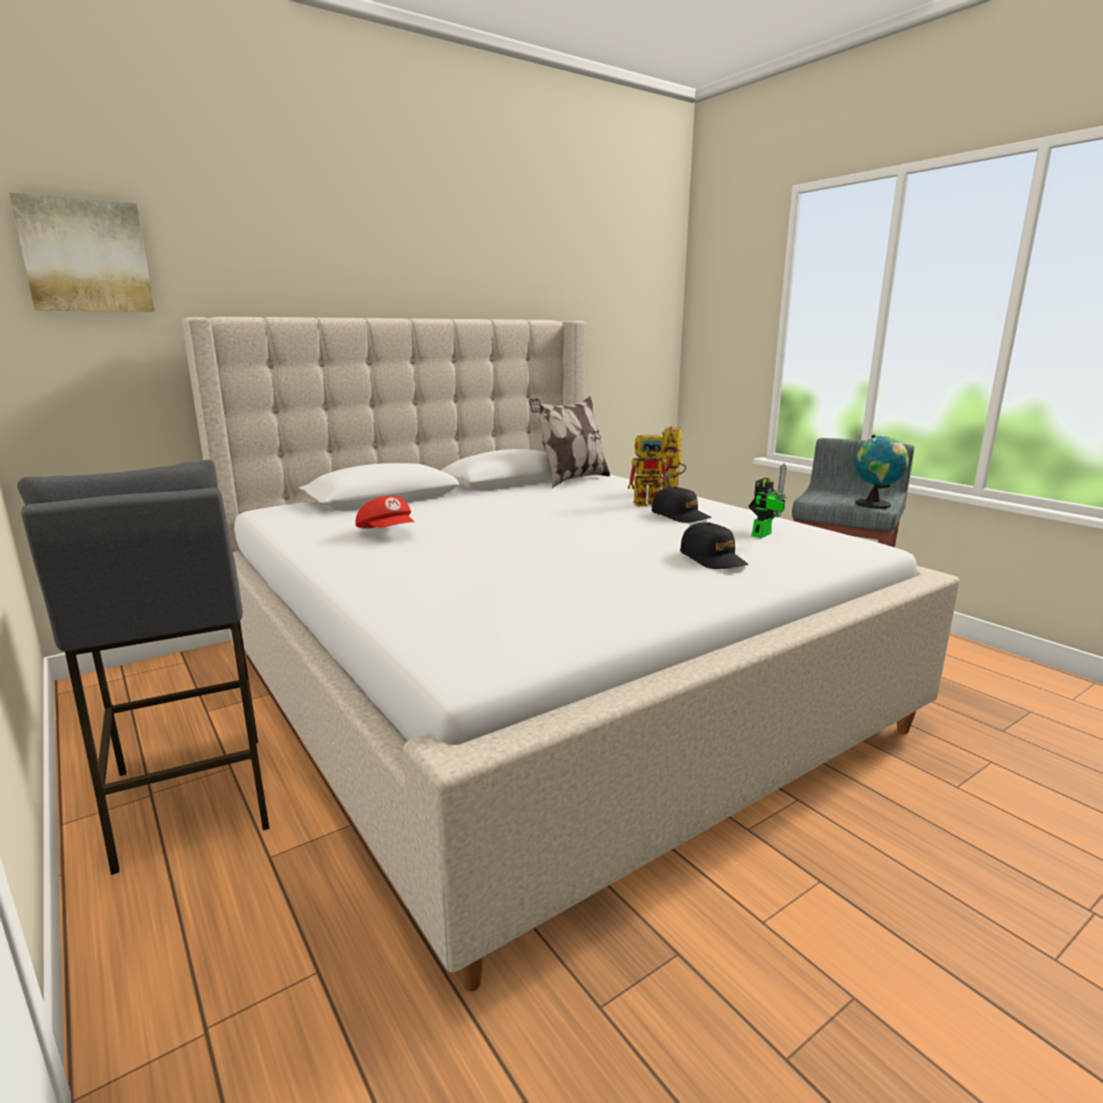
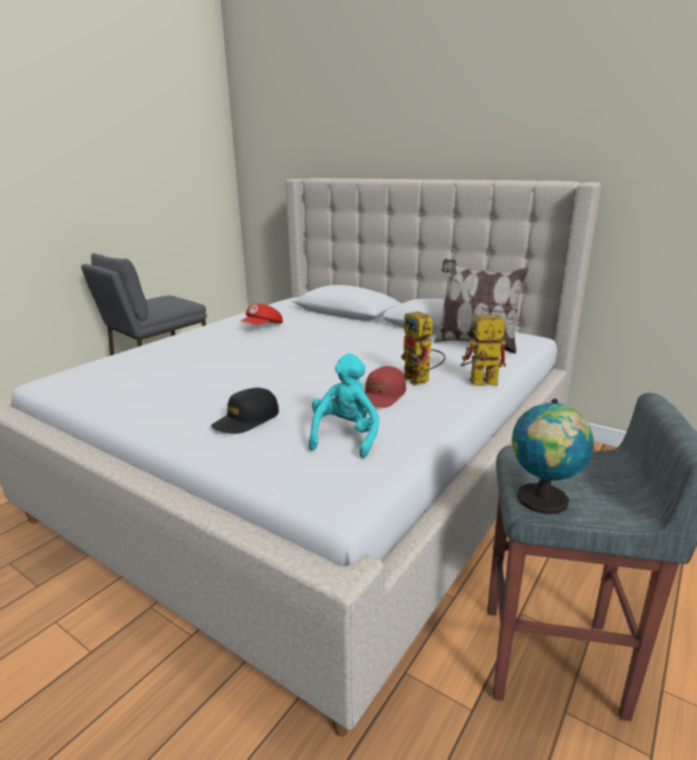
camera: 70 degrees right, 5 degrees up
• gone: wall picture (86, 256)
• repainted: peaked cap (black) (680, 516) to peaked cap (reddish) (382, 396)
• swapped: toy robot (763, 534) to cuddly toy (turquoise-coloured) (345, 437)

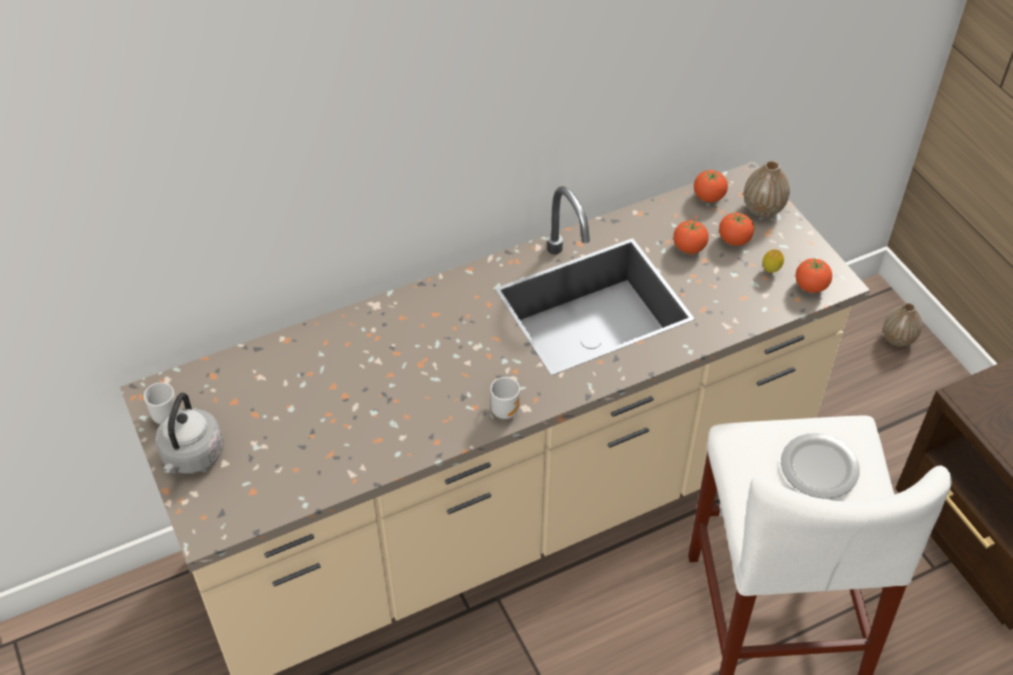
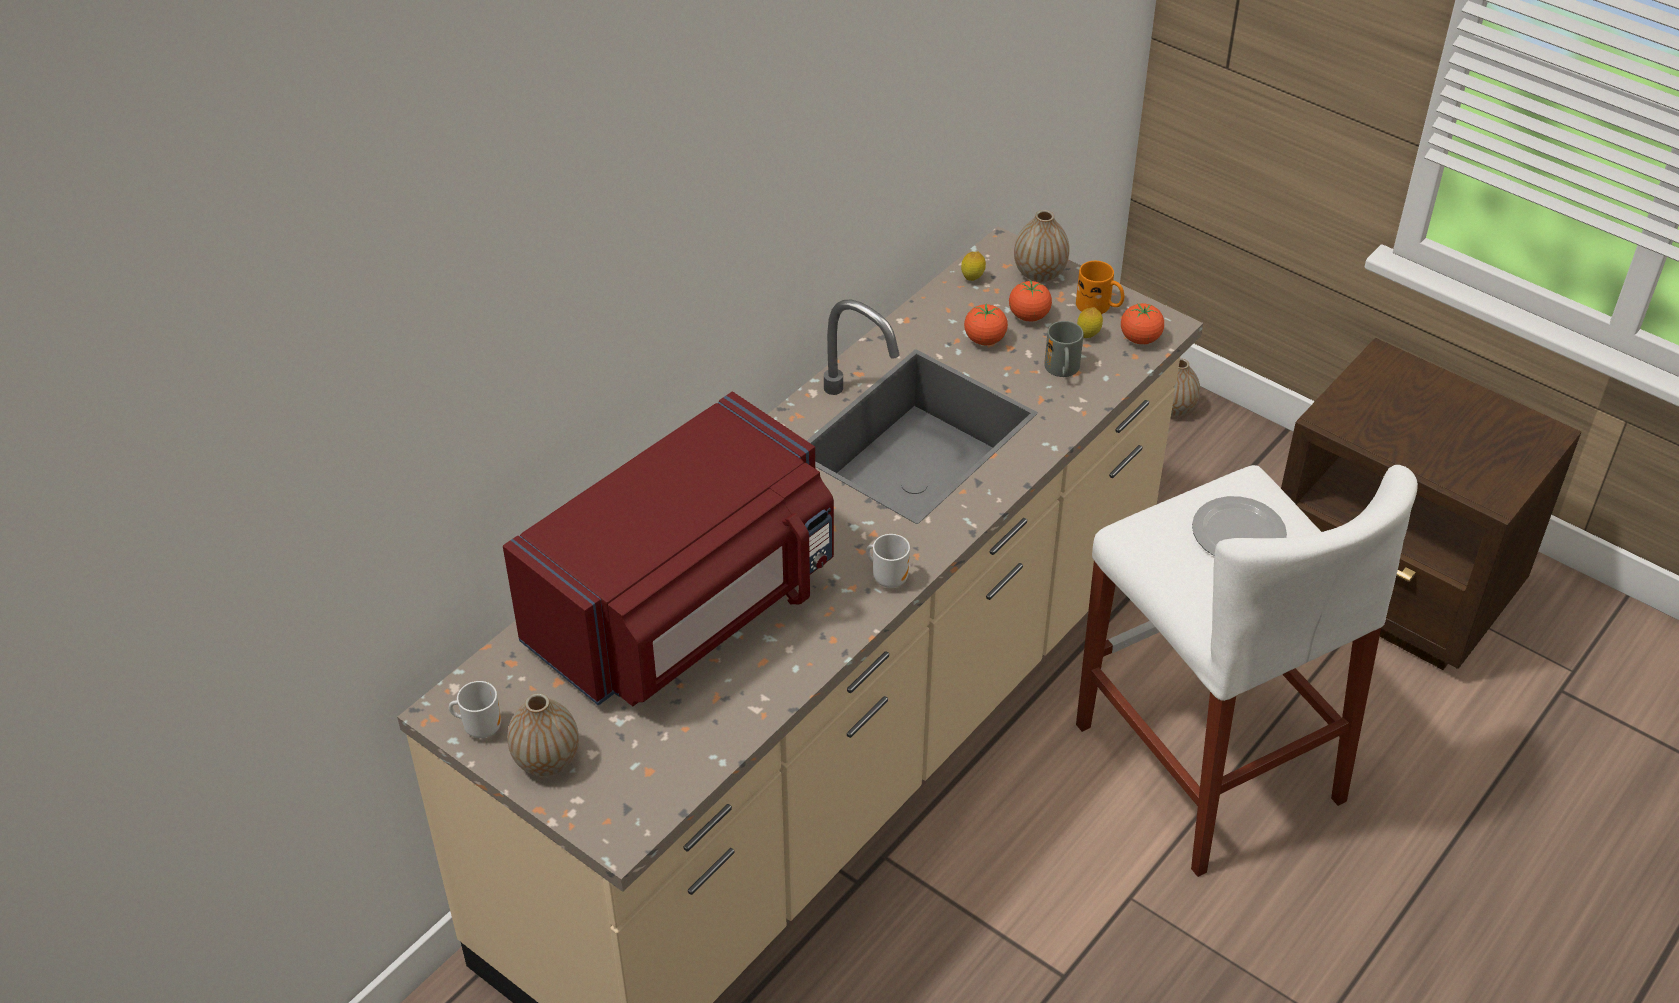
camera: 25 degrees left, 5 degrees down
• swapped: tea kettle (grey) (192, 456) to vase (547, 760)
• swapped: tomato (708, 197) to lemon (972, 279)
• new: kitchen microwave (reddish) (687, 610)
• new: coffee mug (grey) (1063, 370)
• new: coffee mug (orangey) (1099, 306)

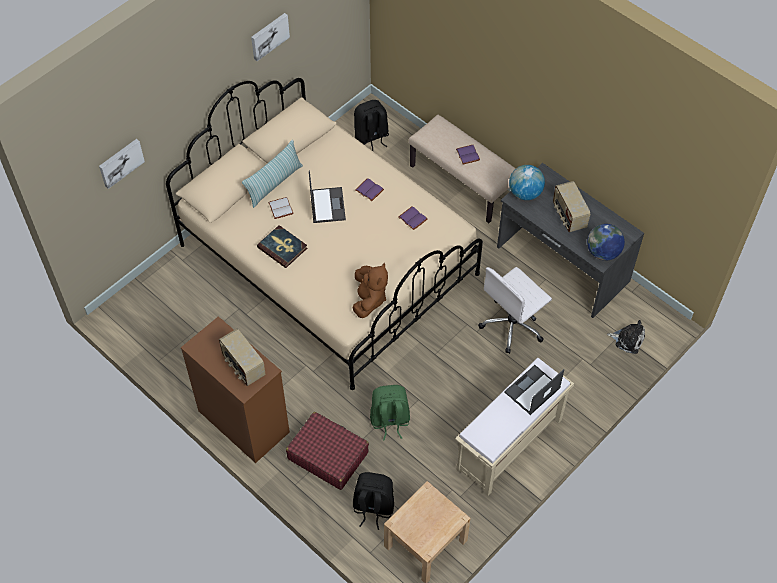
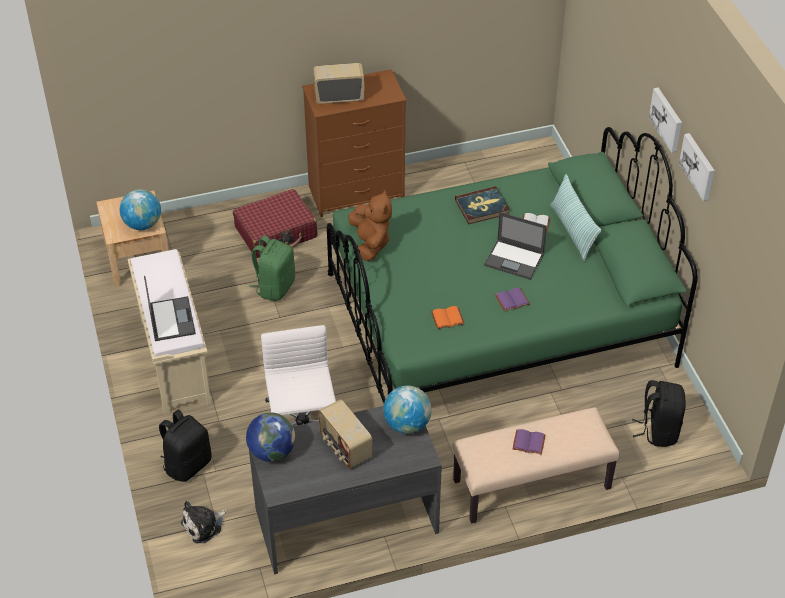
camera: 120 degrees right, 10 degrees down
• shifted: wall picture (120, 162) to (667, 119)
• repainted: sleeping bed (beige-coloured) (329, 259) to sleeping bed (green-coloured) (498, 320)
• rotated: cuddly toy (brown-coloured) (369, 299) = (370, 243) 135 degrees counterclockwise
• shifted: backpack (black) (373, 508) to (187, 464)
• repainted: book (purple) (413, 218) to book (orangey) (447, 319)
• rotated: radio set (568, 216) = (345, 447) 135 degrees counterclockwise
• new: desk globe (142, 224)

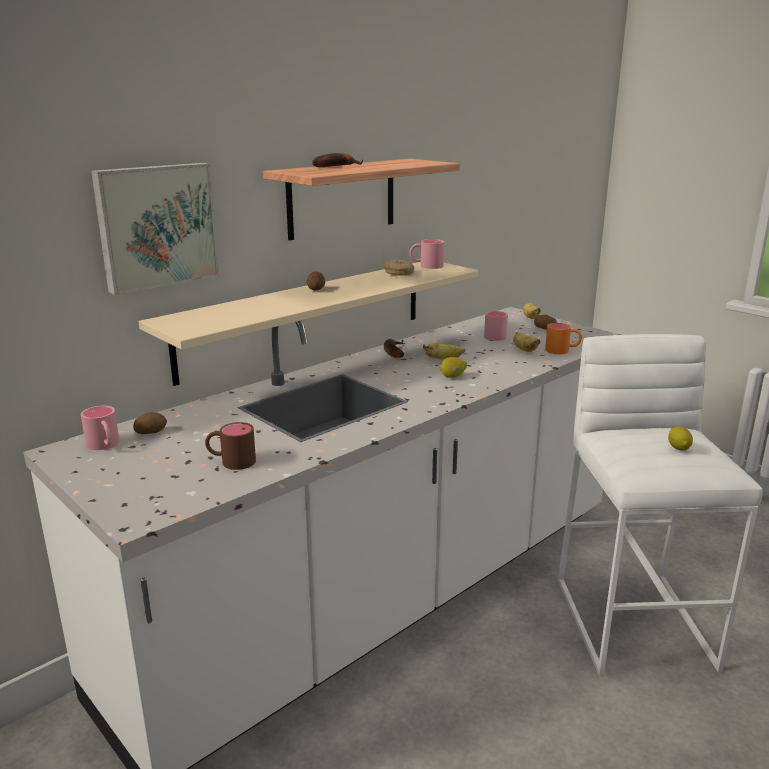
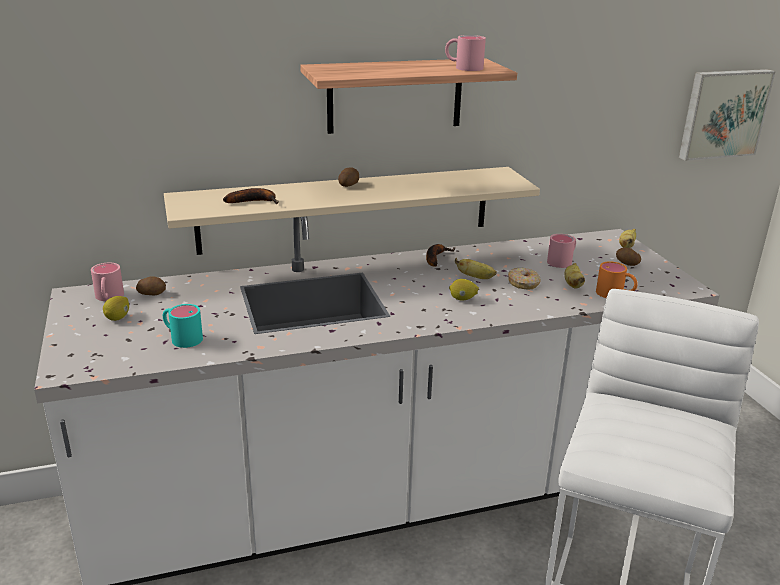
camera: 25 degrees right, 5 degrees up
• shifted: wall picture (156, 226) to (722, 113)
• repainted: coffee mug (brown-coloured) (231, 461) to coffee mug (turquoise-coloured) (181, 337)
• shifted: whole banana (335, 166) to (254, 201)
• shifted: doughnut (399, 273) to (524, 284)
• shifted: coffee mug (pink-coloured) (426, 266) to (463, 67)
• shifted: lemon (678, 448) to (118, 318)

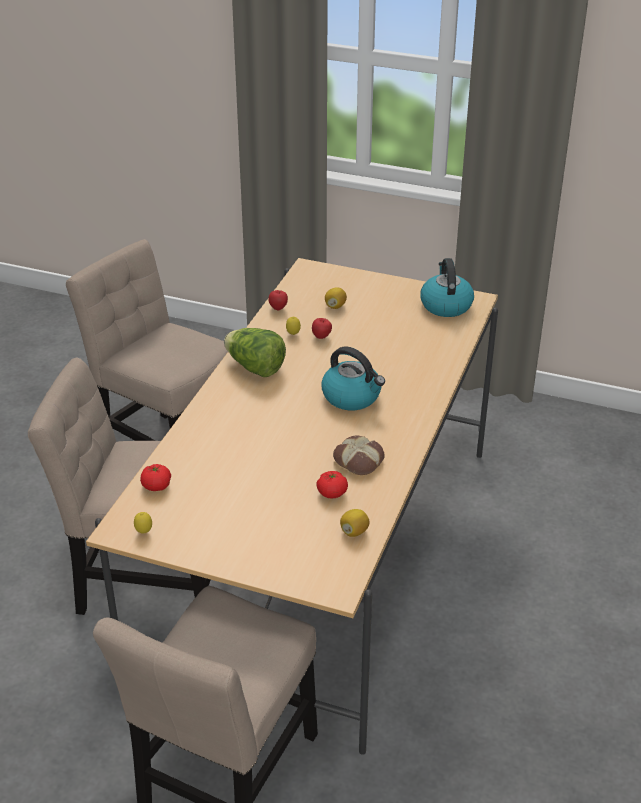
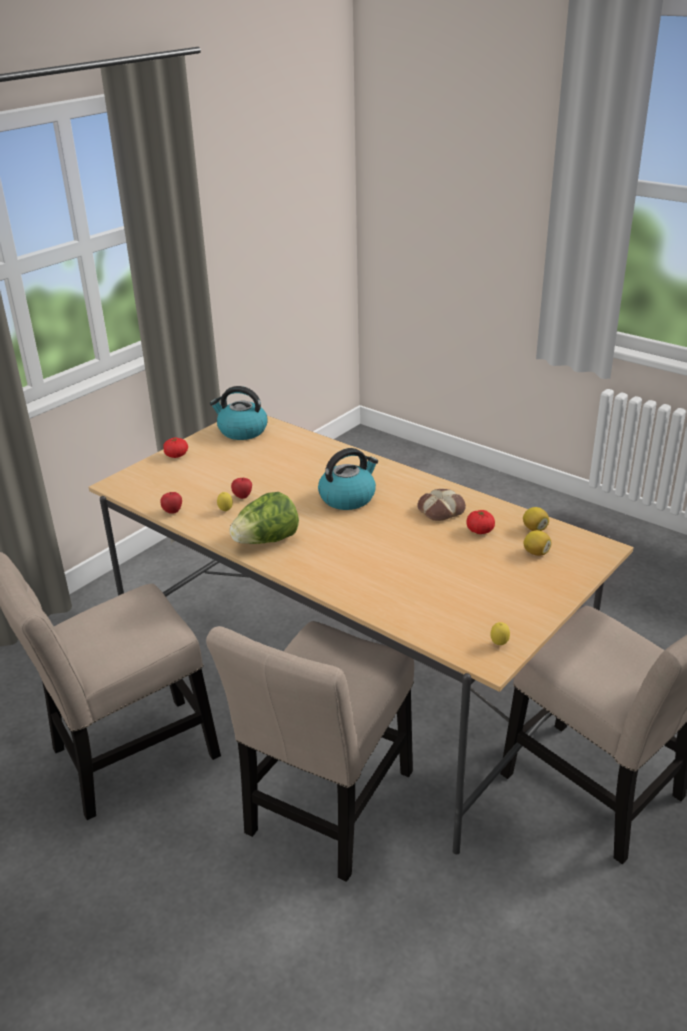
camera: 70 degrees left, 5 degrees down
• shifted: tomato (156, 486) to (176, 455)
• shifted: lemon (335, 306) to (536, 552)

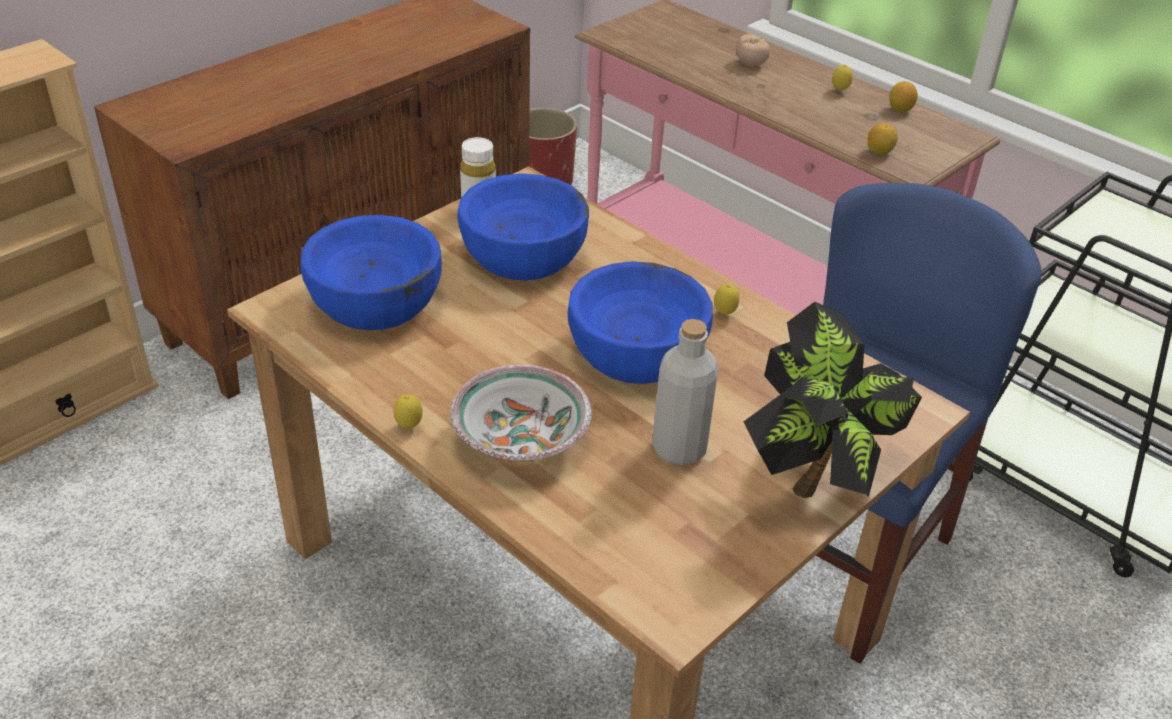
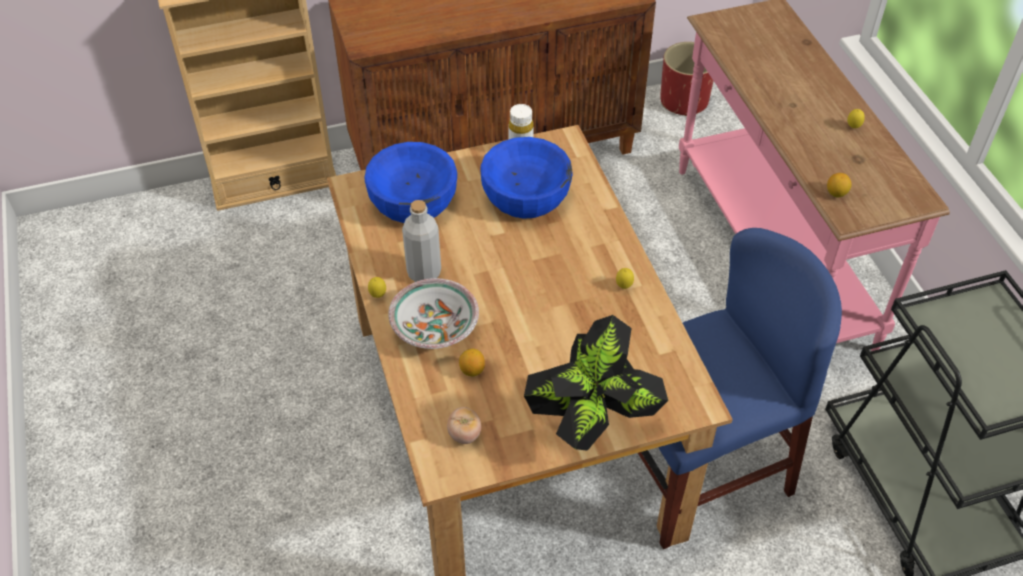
camera: 30 degrees right, 10 degrees up
• gone: deep dish (blue) (636, 350)
• shifted: drink bottle (grey) (679, 449) to (424, 272)
• shifted: tomato (750, 63) to (464, 434)
• shifted: lemon (900, 109) to (472, 370)

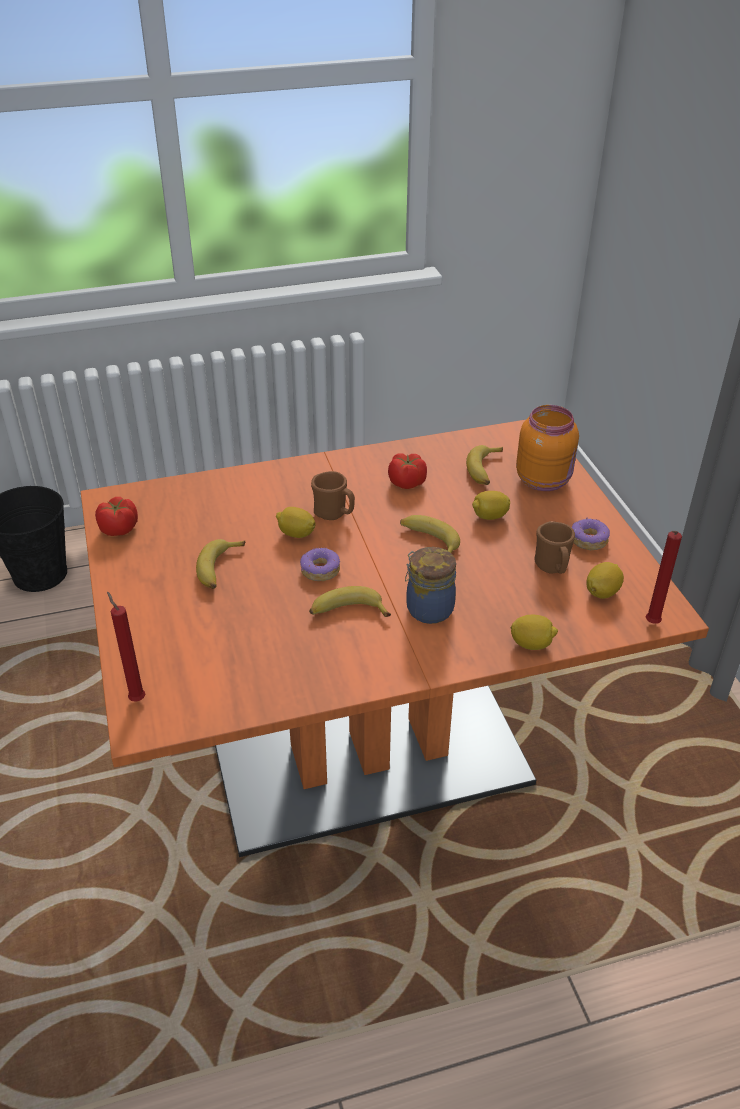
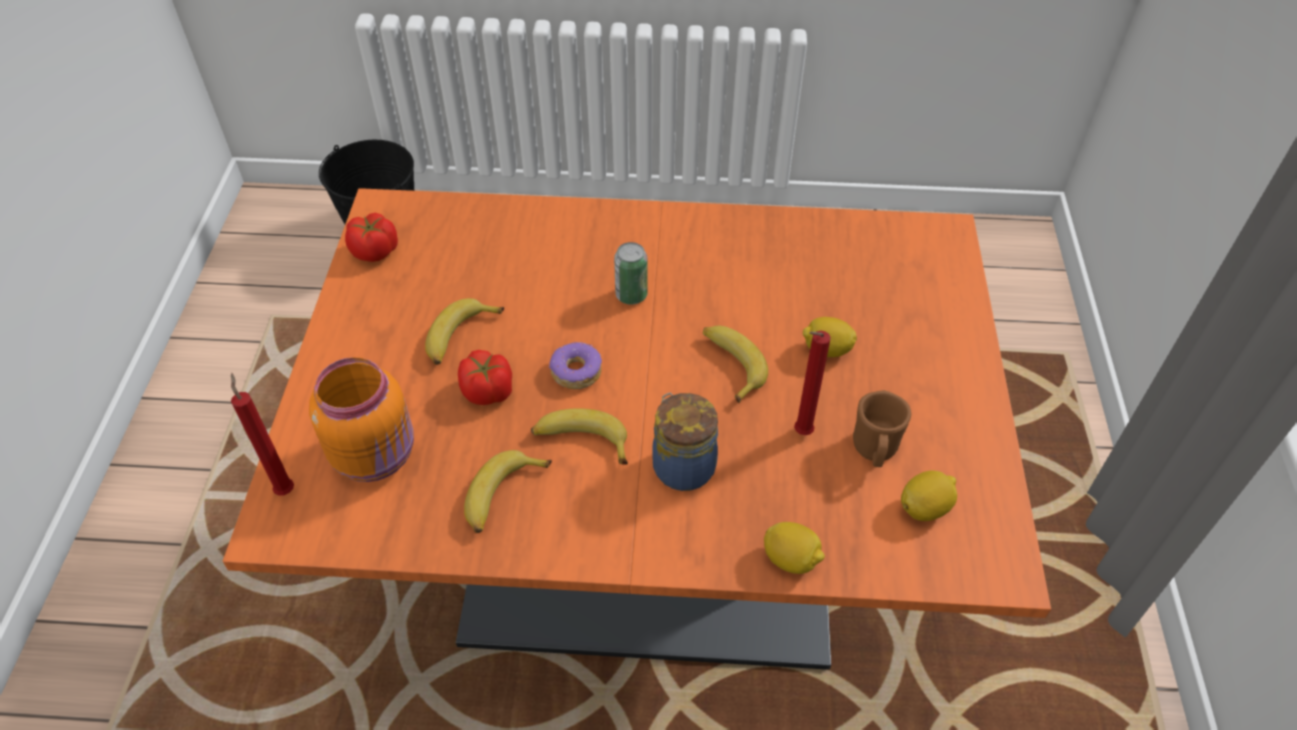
camera: 20 degrees right, 10 degrees up
• gone: lemon (296, 534)
• swapped: coffee mug (brown-coloured) (334, 514) to metal can (631, 295)
• shifted: tomato (407, 483) to (488, 391)
• shifted: whole banana (485, 470) to (502, 496)
• shifted: jar (orangey) (544, 479) to (377, 455)
• gone: doughnut (588, 540)
• shifted: wax candle (reddish) (651, 624) to (800, 433)

